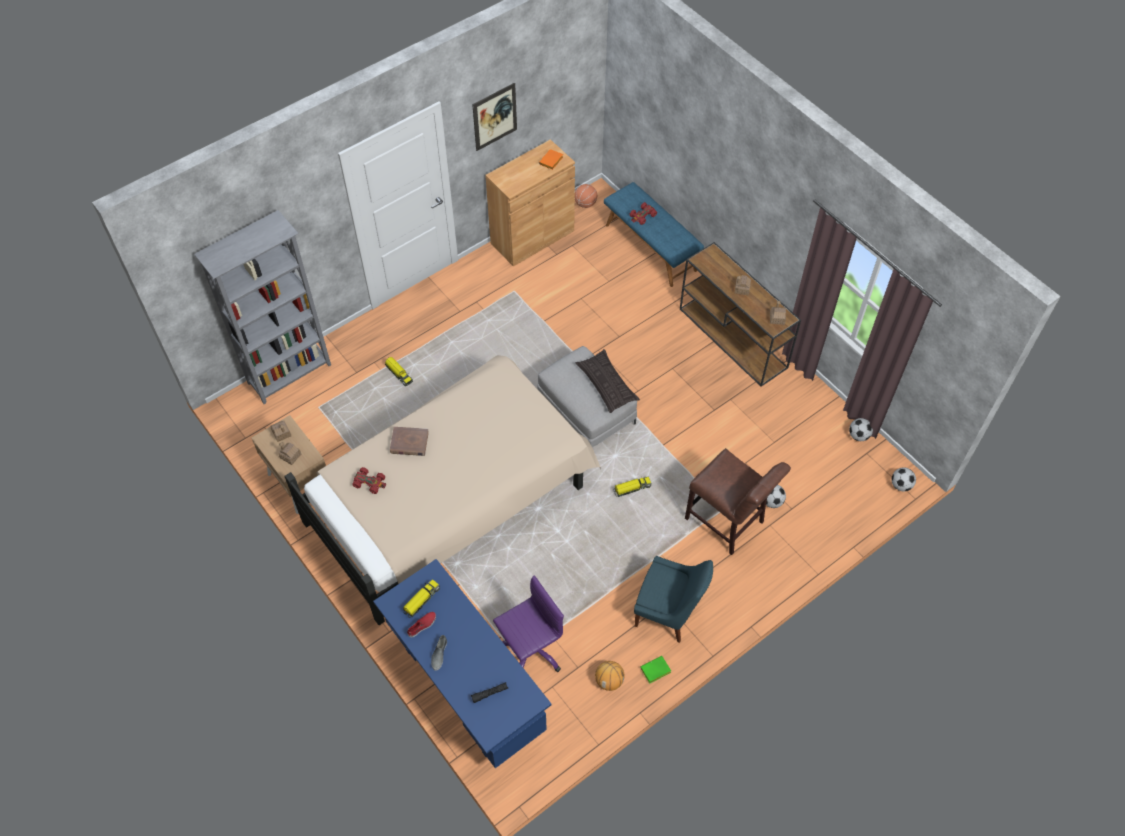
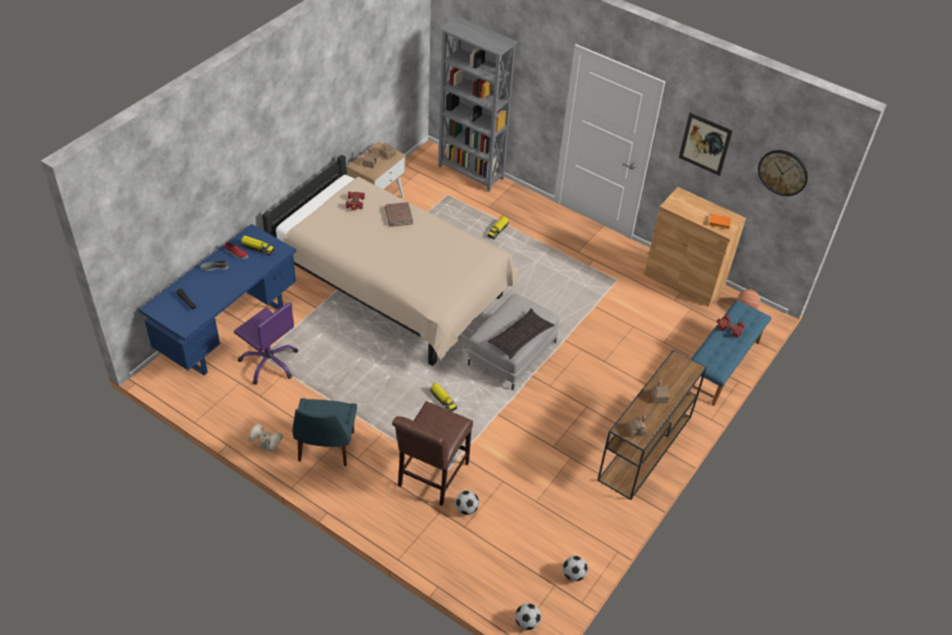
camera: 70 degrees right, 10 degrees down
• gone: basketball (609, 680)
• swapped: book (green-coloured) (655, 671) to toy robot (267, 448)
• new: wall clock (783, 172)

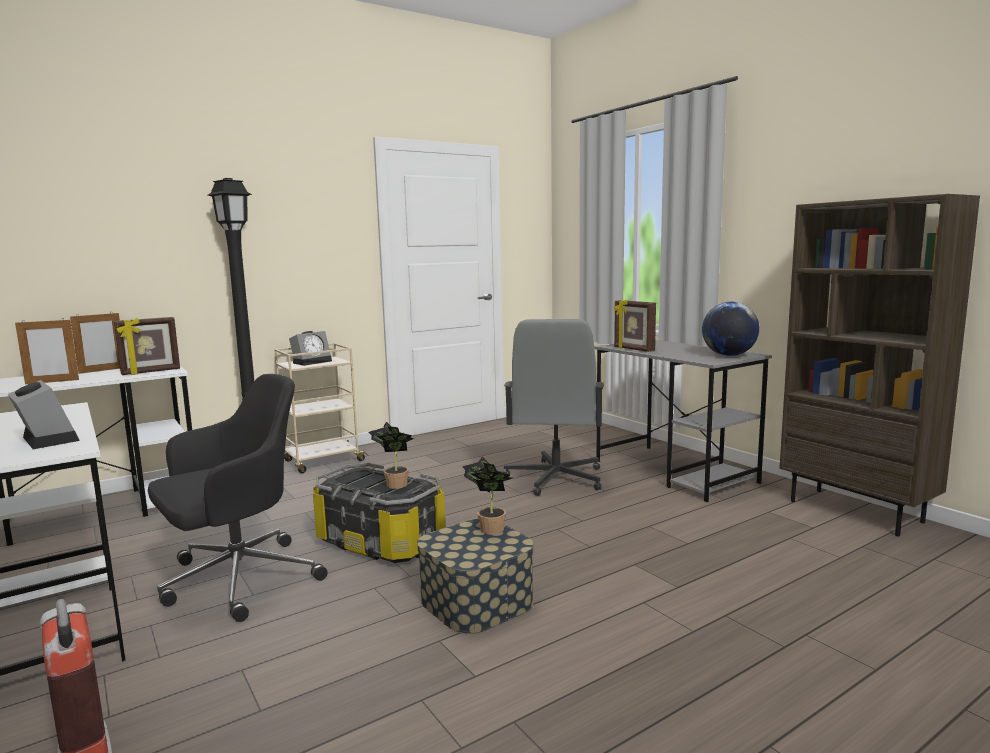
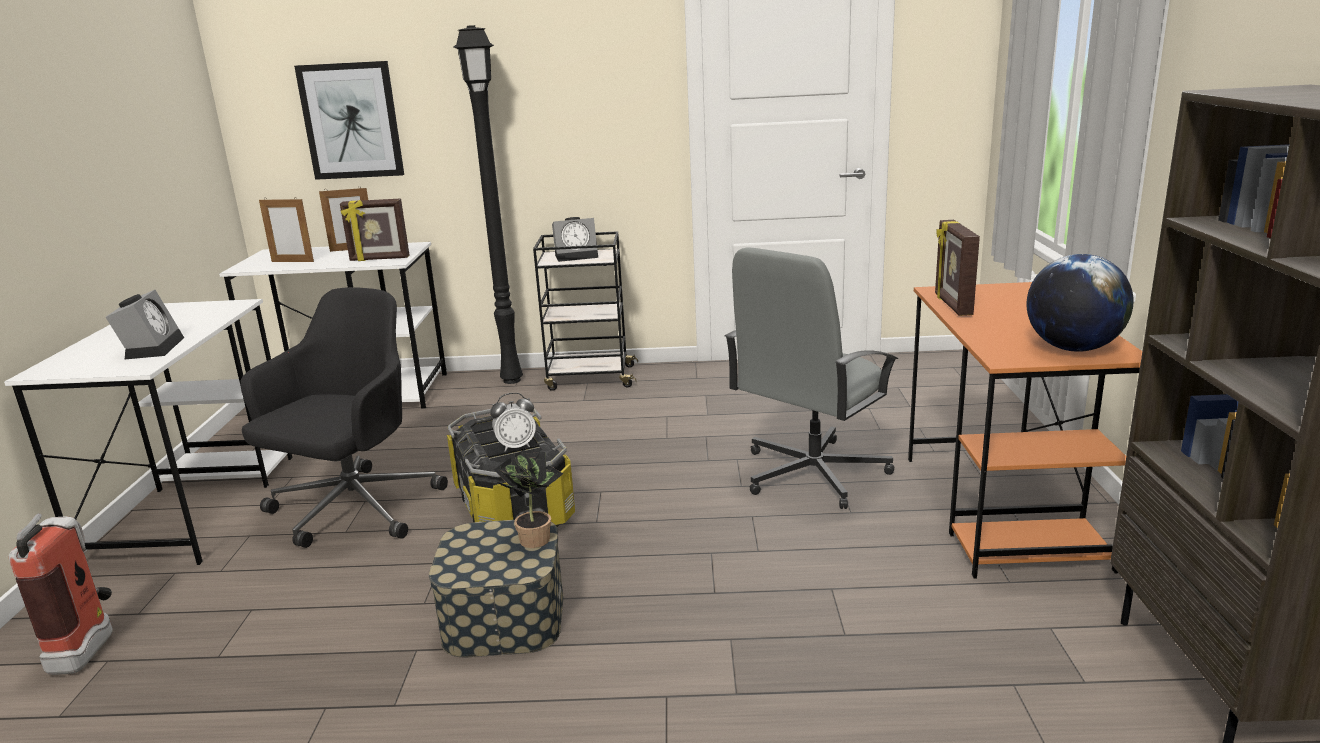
camera: 35 degrees right, 10 degrees up
• rotated: office chair (black) (237, 580) = (353, 510) 60 degrees counterclockwise
• repainted: trolley (beige-coloured) (322, 461) to trolley (black) (589, 378)
• swapped: plant in a pot (393, 484) to alarm clock (516, 446)
• repainted: desk (grey) (675, 472) to desk (orangey) (1001, 510)
• new: wall picture (351, 121)

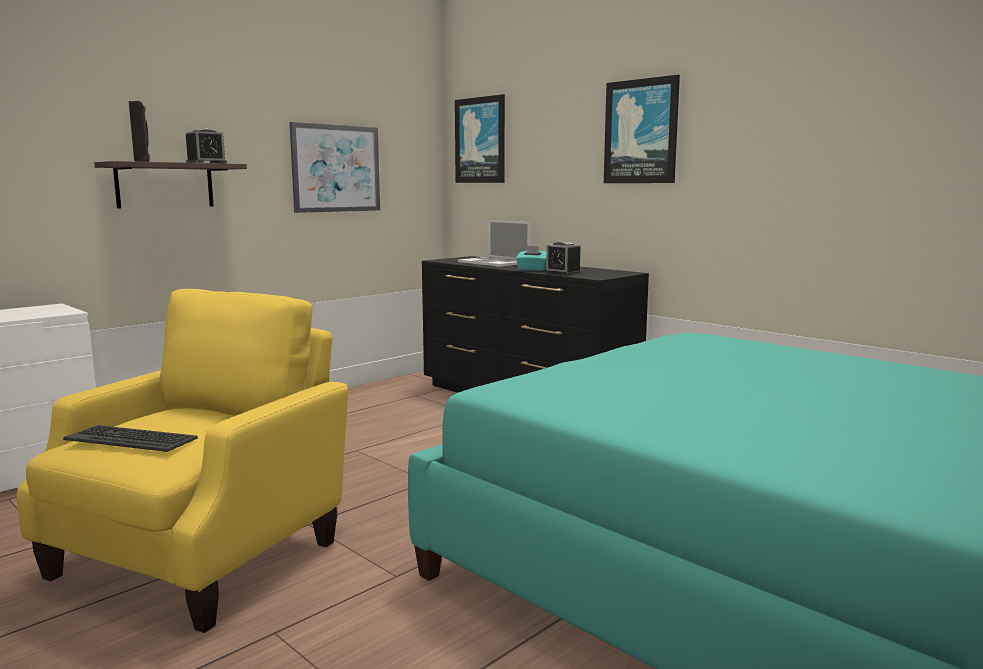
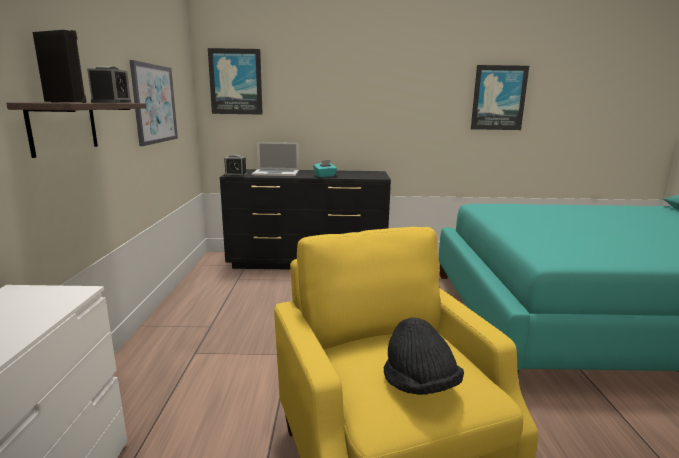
camera: 45 degrees left, 5 degrees up
• swapped: computer keyboard (132, 439) to clothing hat (black) (419, 385)
• shifted: alarm clock (562, 272) to (235, 175)
• shifted: wall picture (641, 131) to (498, 98)

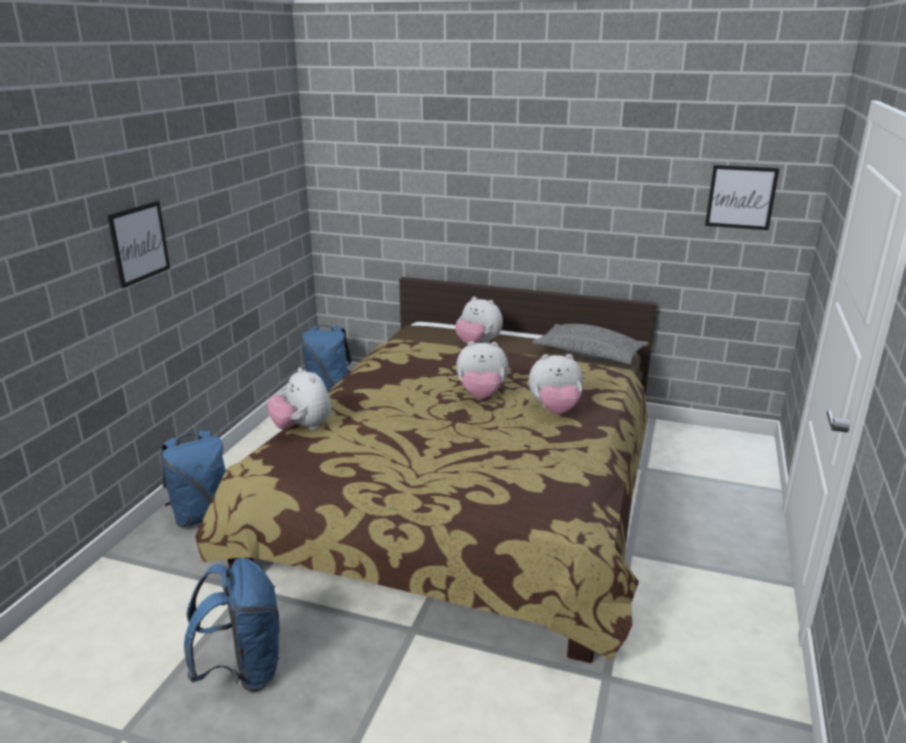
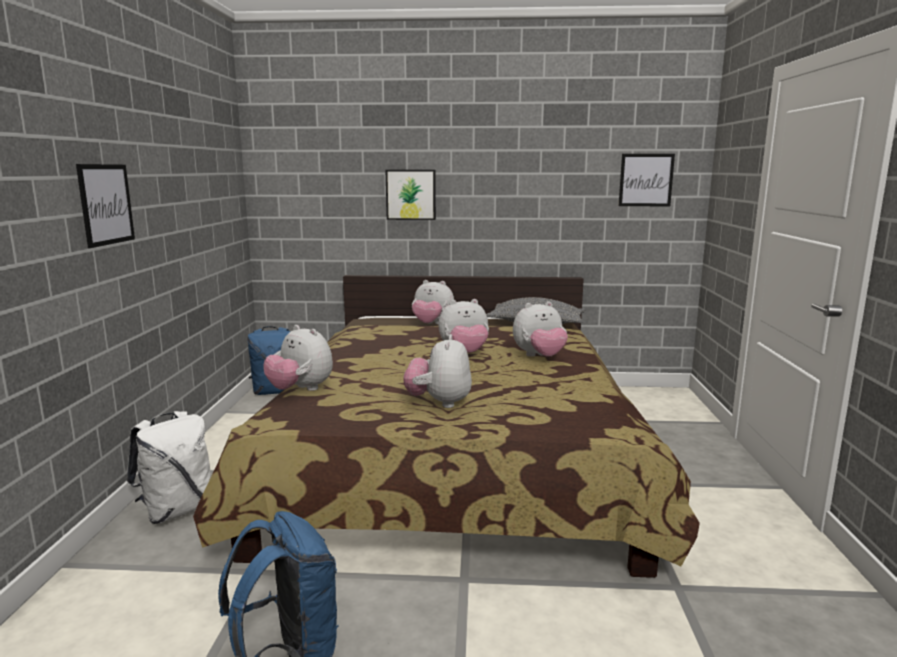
camera: 15 degrees left, 10 degrees down
• repainted: backpack (blue) (202, 515) to backpack (white-coloured) (177, 510)
• new: wall picture (411, 194)
• new: cuddly toy (439, 403)

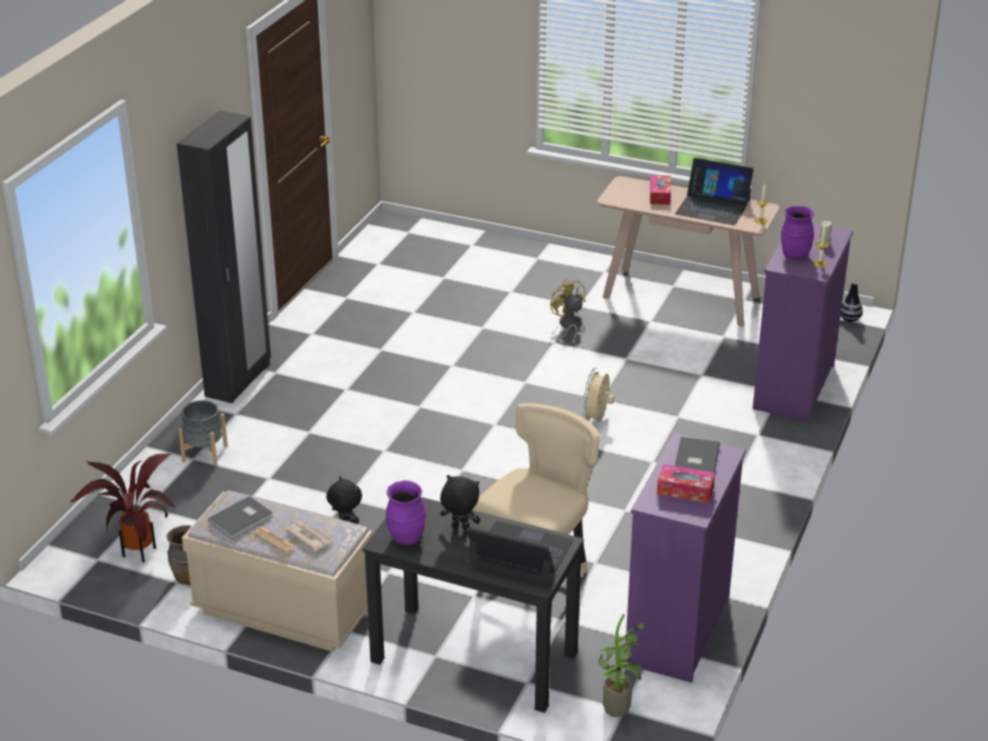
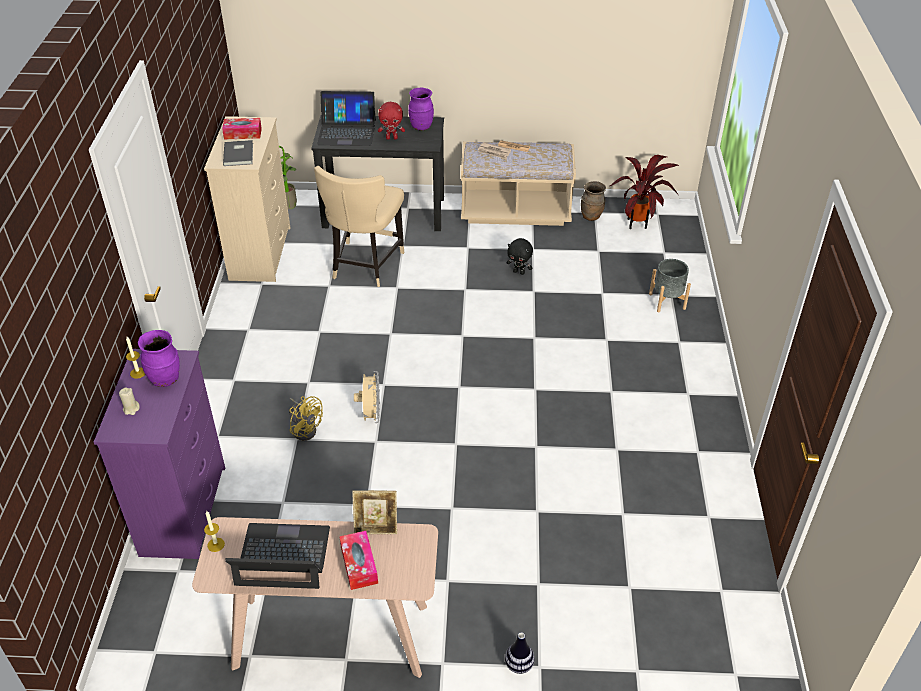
camera: 160 degrees right, 10 degrees up
• gone: wardrobe (black) (239, 380)
• gone: book (grey) (242, 519)
• repainted: cuddly toy (black) (460, 528) to cuddly toy (reddish) (392, 138)
• shifted: electric fan (yellowish) (568, 326) to (305, 428)
• repainted: chest of drawers (purple) (676, 632) to chest of drawers (beige-coloured) (261, 253)
• shifted: vase (849, 319) to (519, 664)
• new: photo frame (376, 527)

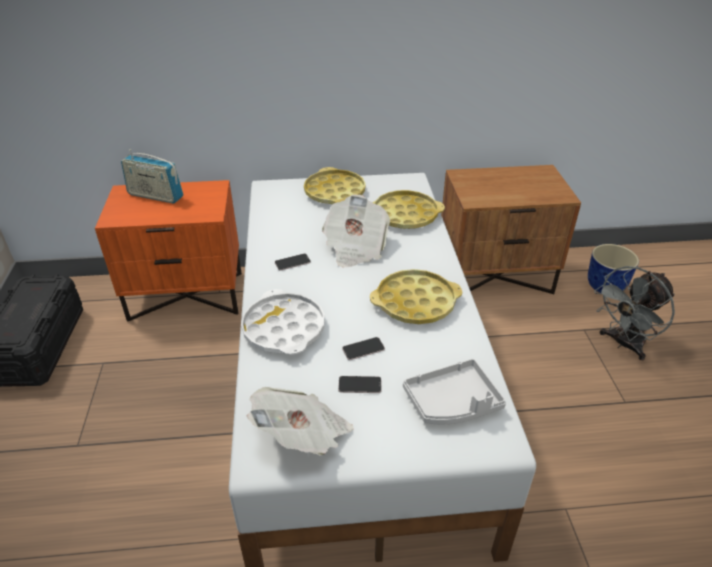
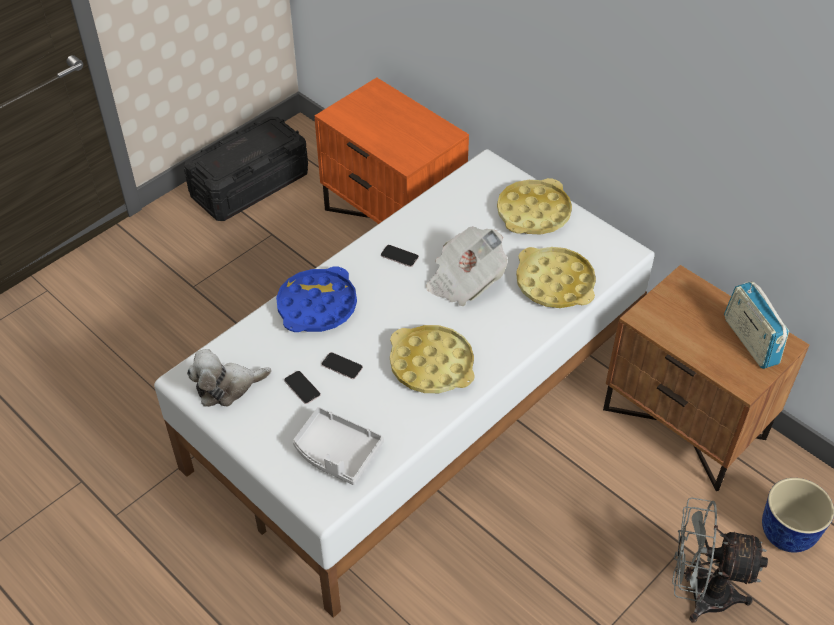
camera: 50 degrees right, 10 degrees up
• shifted: radio set (155, 196) to (750, 341)
• repainted: tray (white-coloured) (284, 329) to tray (blue) (317, 306)
• swapped: newspaper (303, 435) to cuddly toy (227, 387)

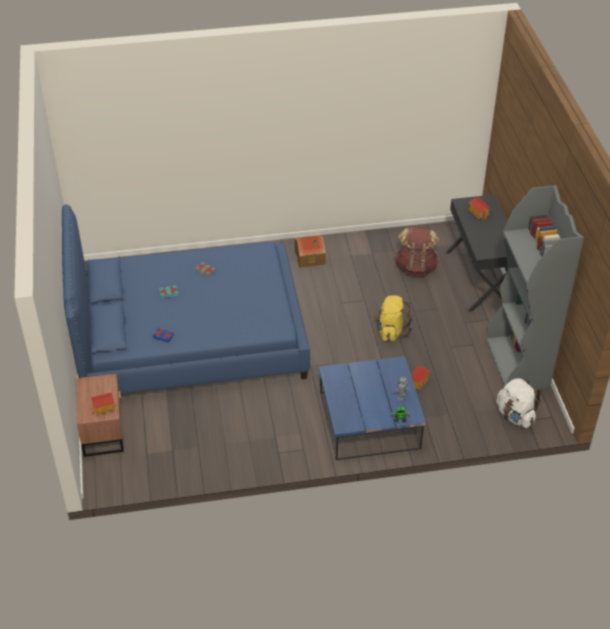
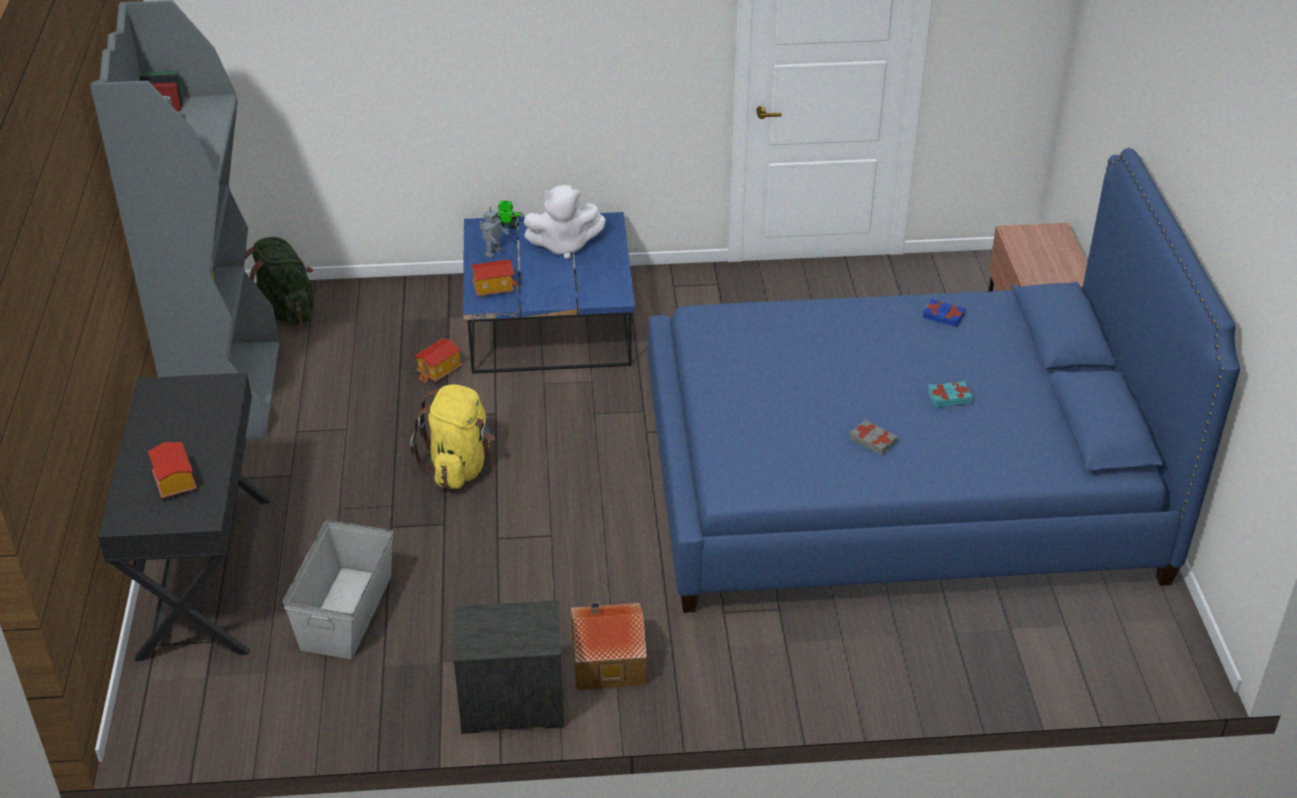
camera: 175 degrees left, 5 degrees down
• shifted: toy house (104, 409) to (493, 288)
• swapped: backpack (brown-coloured) (416, 268) to storage bin (grey) (345, 612)
• repainted: backpack (white-coloured) (515, 416) to backpack (green-coloured) (285, 311)
• new: night table (510, 702)
• new: cuddly toy (white-coloured) (564, 246)

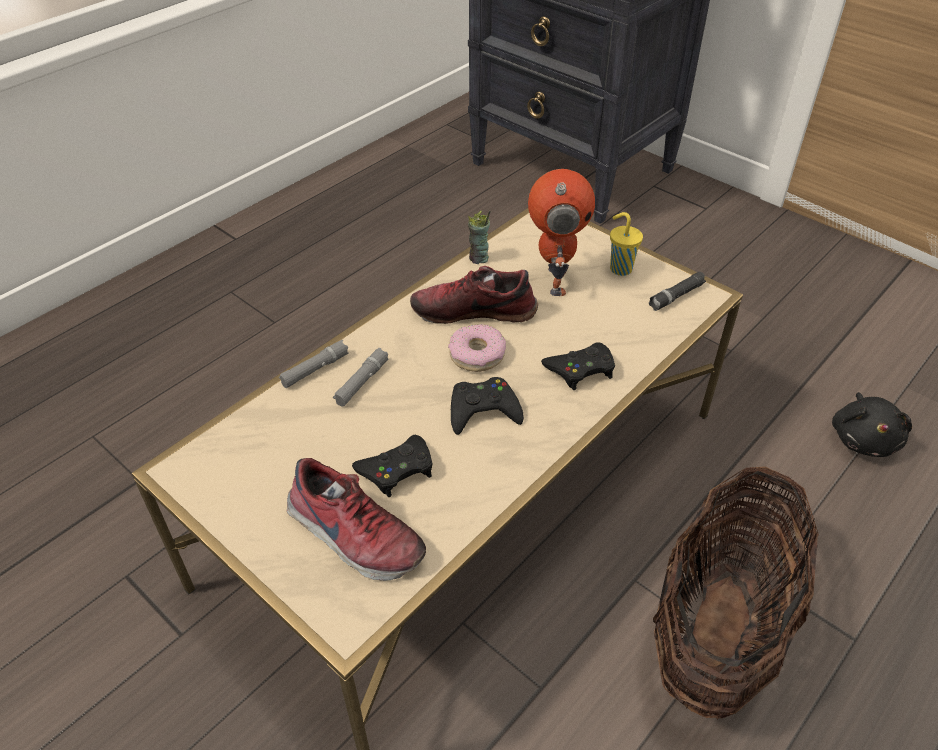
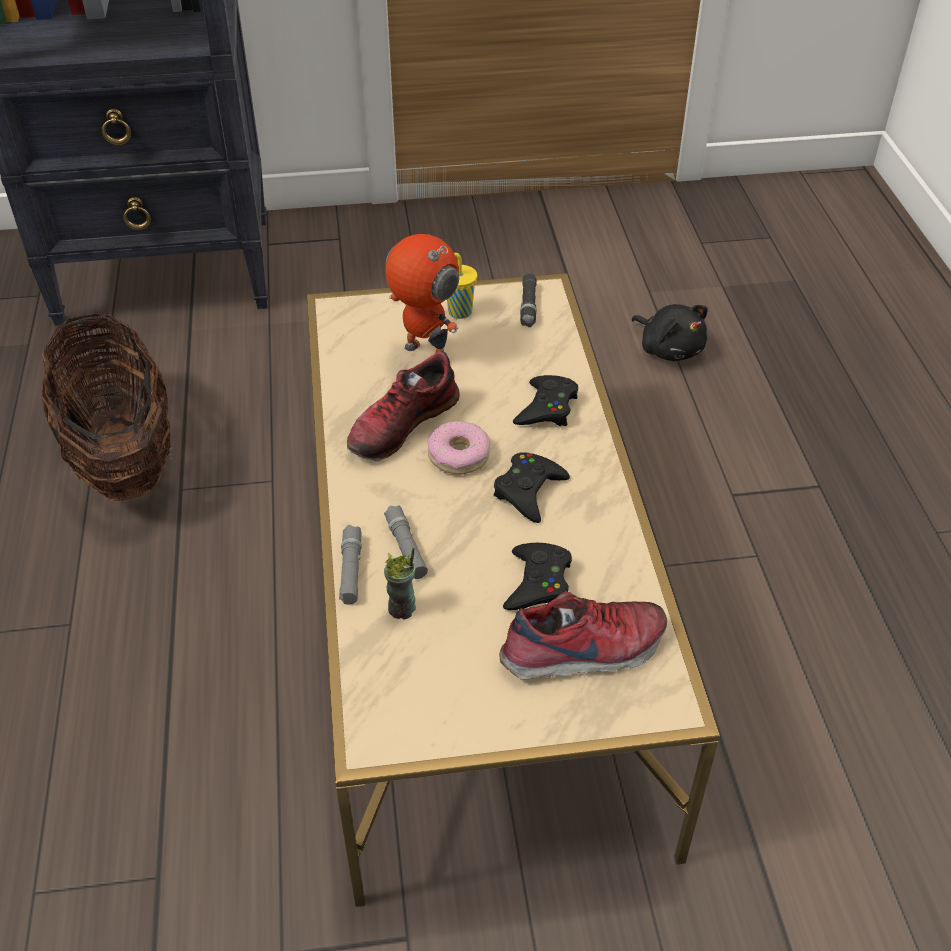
camera: 50 degrees left, 0 degrees up
• shifted: drinking cup (478, 258) to (402, 609)
• shifted: storage basket (718, 628) to (122, 456)

